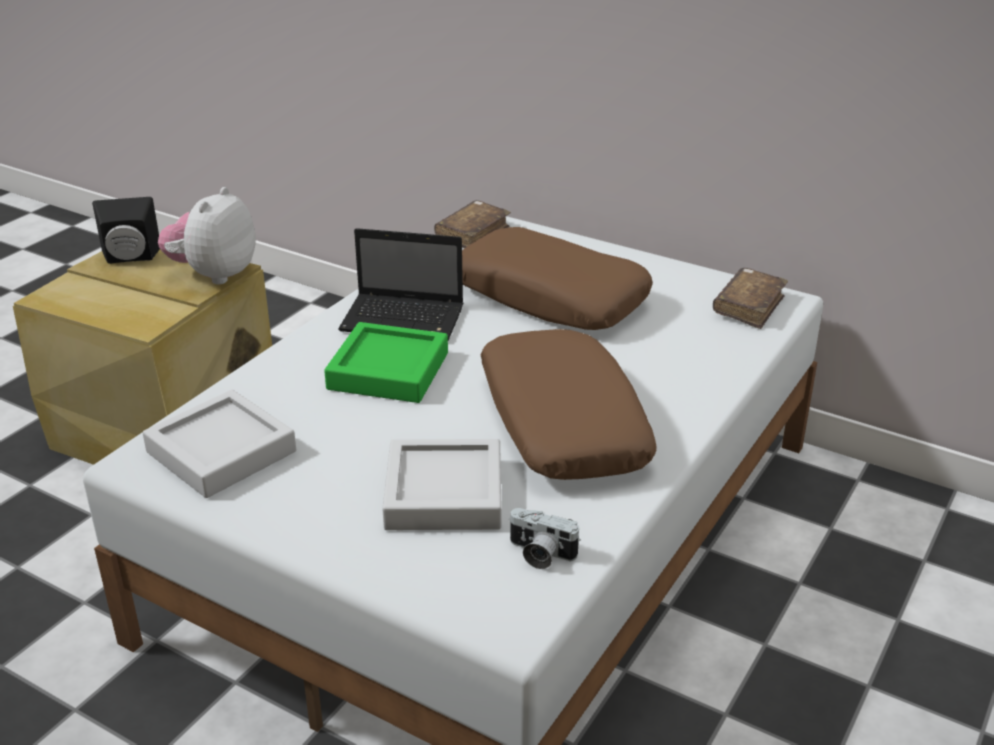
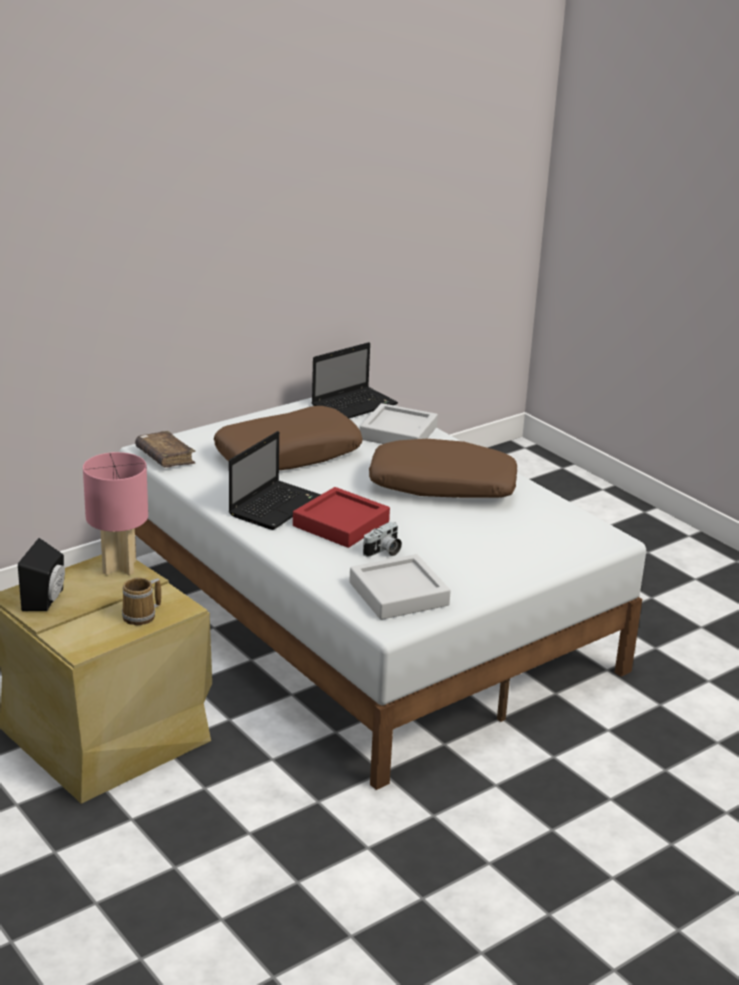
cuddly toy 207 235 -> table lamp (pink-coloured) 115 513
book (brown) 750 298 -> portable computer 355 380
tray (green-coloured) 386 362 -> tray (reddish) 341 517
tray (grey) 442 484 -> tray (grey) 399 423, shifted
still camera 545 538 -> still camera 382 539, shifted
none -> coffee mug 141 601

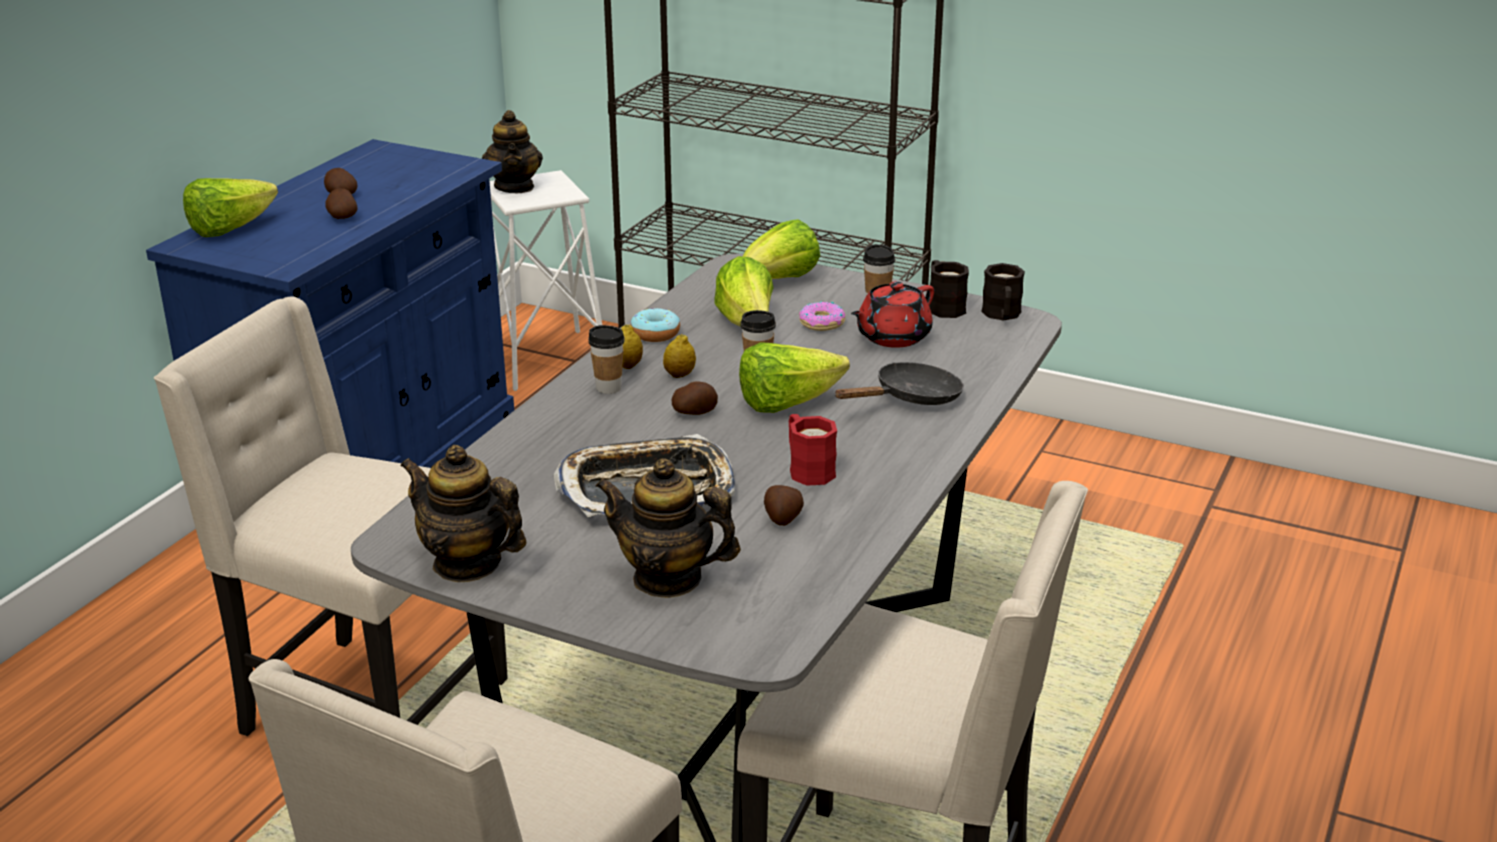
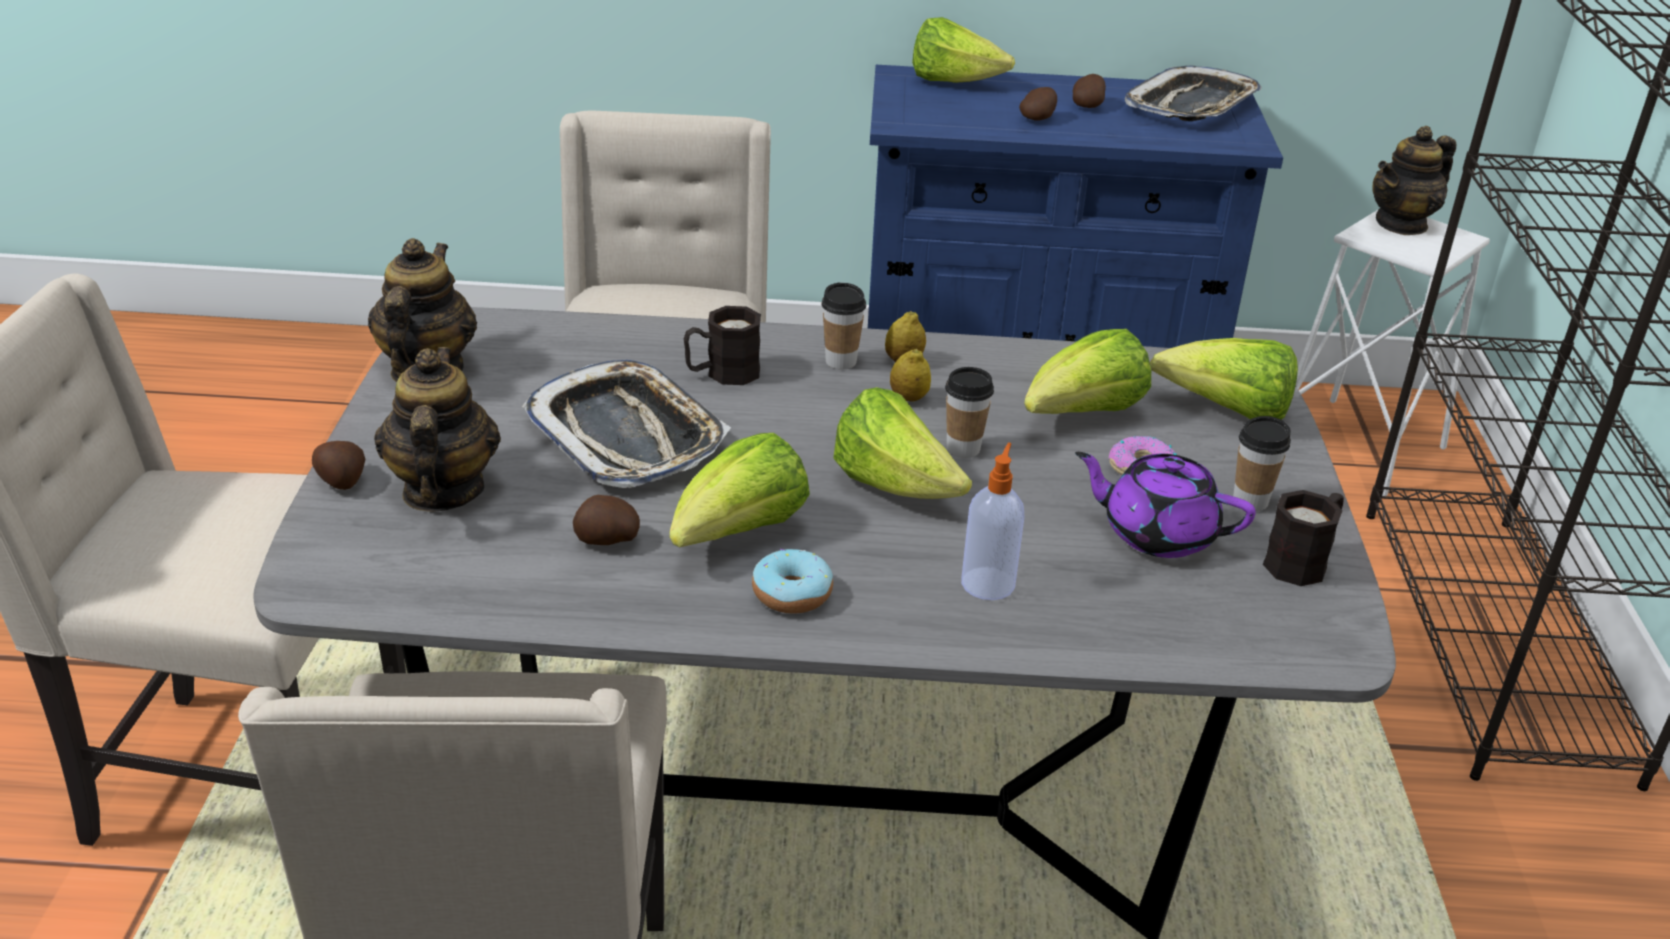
coffee mug (black) 1003 292 -> coffee mug (black) 722 345, shifted
teapot (reddish) 892 314 -> teapot (purplish) 1165 505
donut 655 325 -> donut 792 581, shifted
frying pan (black) 899 383 -> soap bottle 992 521
whole potato 695 398 -> whole potato 339 465, shifted
coffee mug (reddish) 813 450 -> head of lettuce 740 490
none -> tray 1193 93

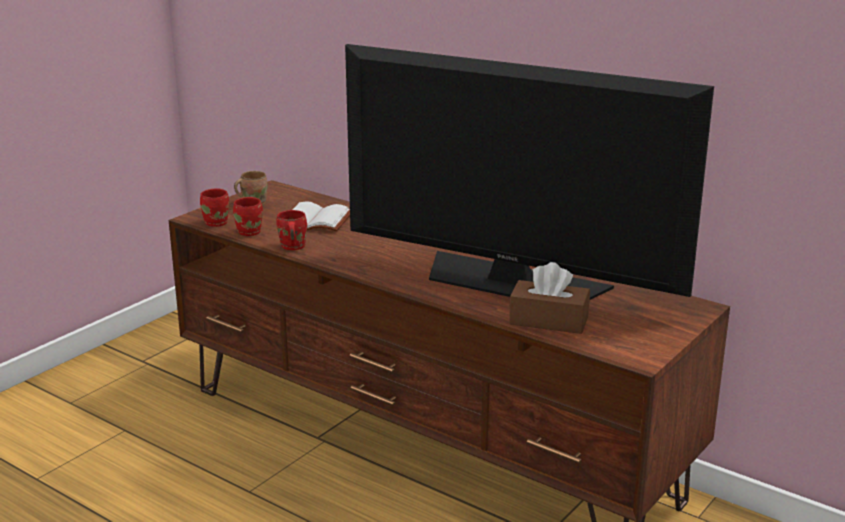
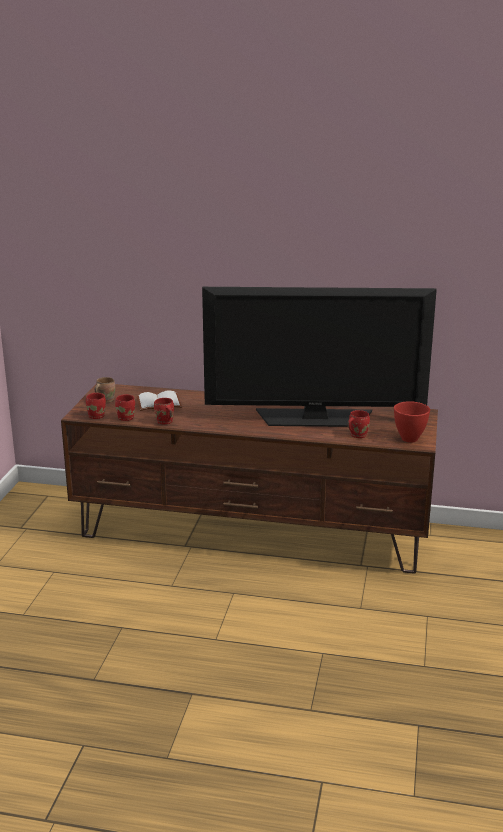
box of tissues (brown) 549 298 -> coffee mug (reddish) 358 424
none -> serving bowl (reddish) 412 422

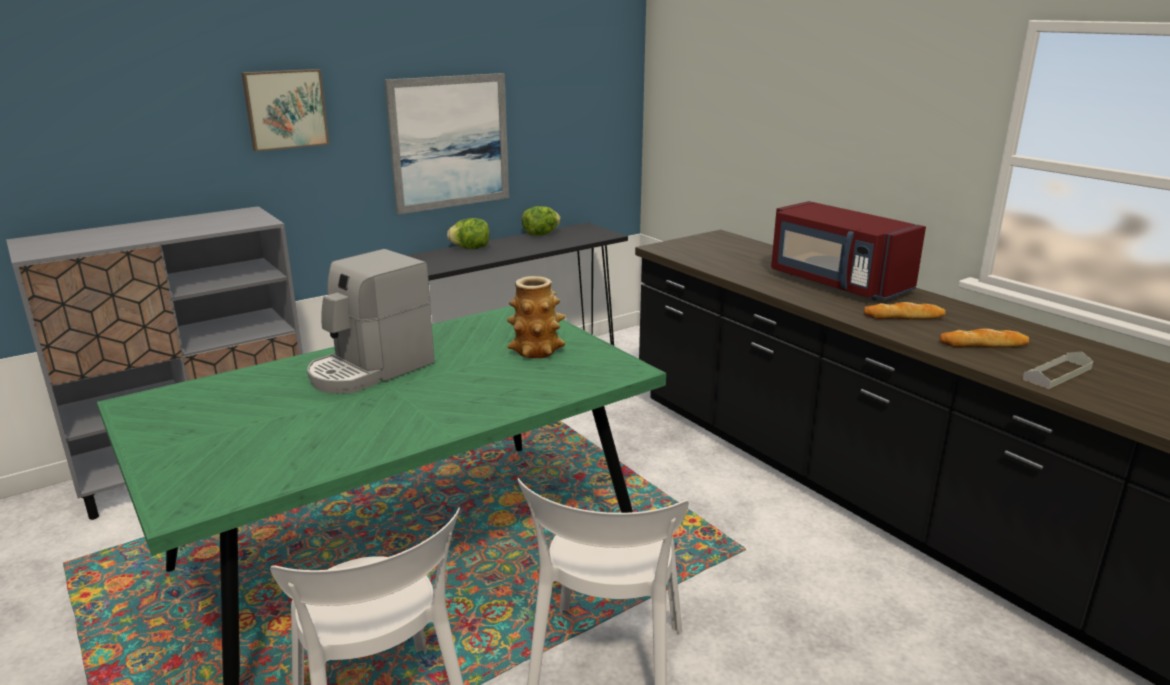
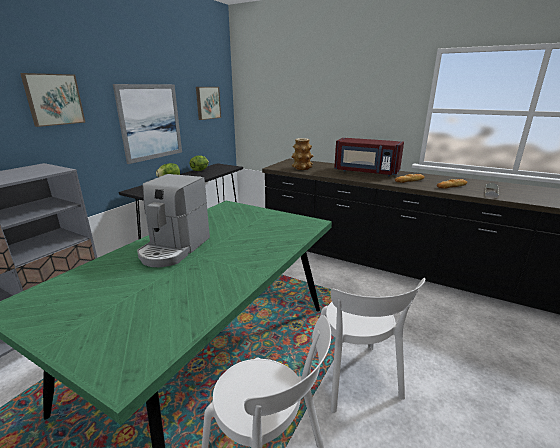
decorative vase 536 317 -> decorative vase 302 154, shifted
none -> picture 208 103

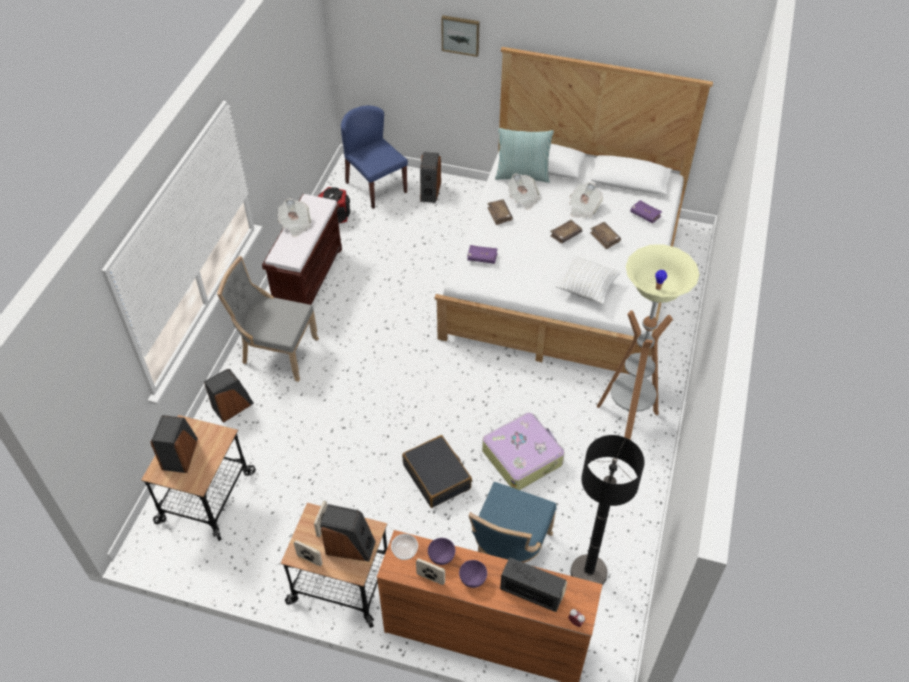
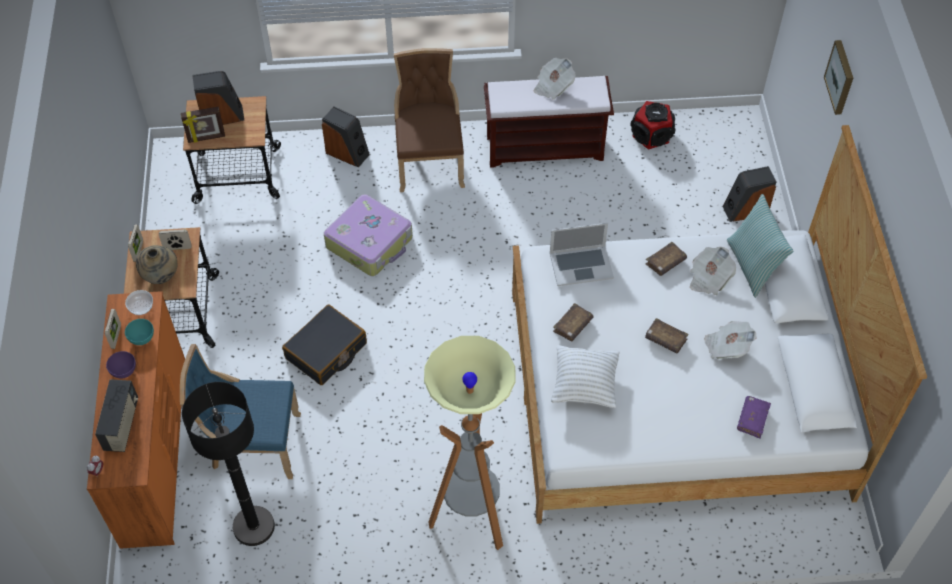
upright chair (bluish) 374 157 -> none
book (brown) 605 235 -> book (brown) 573 322, shifted
book (purplish) 482 254 -> portable computer 582 254
upright chair (grey) 268 319 -> upright chair (brown) 429 120
piece of luggage 523 451 -> piece of luggage 368 235, shifted
loudspeaker 348 533 -> decorative vase (beige-coloured) 156 264
serving bowl (purplish) 441 551 -> serving bowl (turquoise-coloured) 139 332
none -> photo frame 203 125

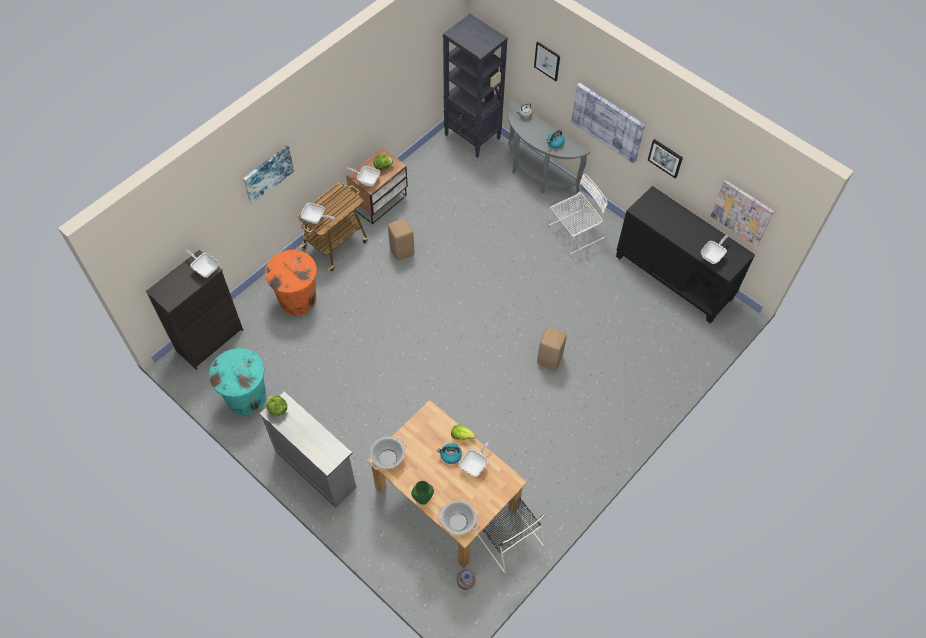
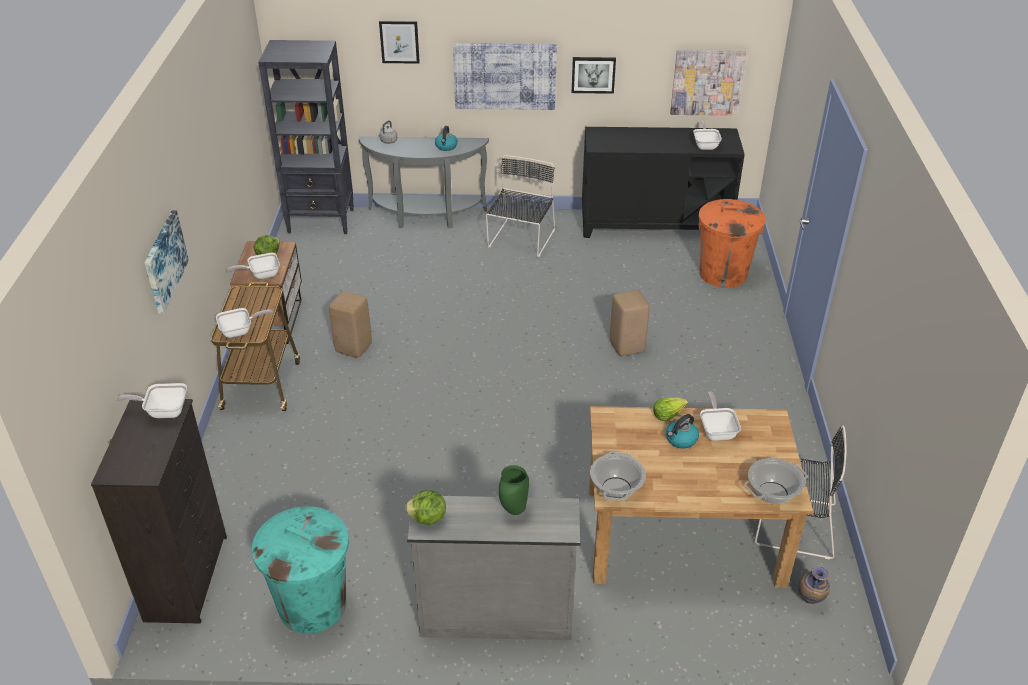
upright chair (white) 578 214 -> upright chair (black) 520 206
trash can (orangey) 291 282 -> trash can (orangey) 731 243, shifted
decorative vase (green-coloured) 422 493 -> decorative vase (green-coloured) 514 490, shifted

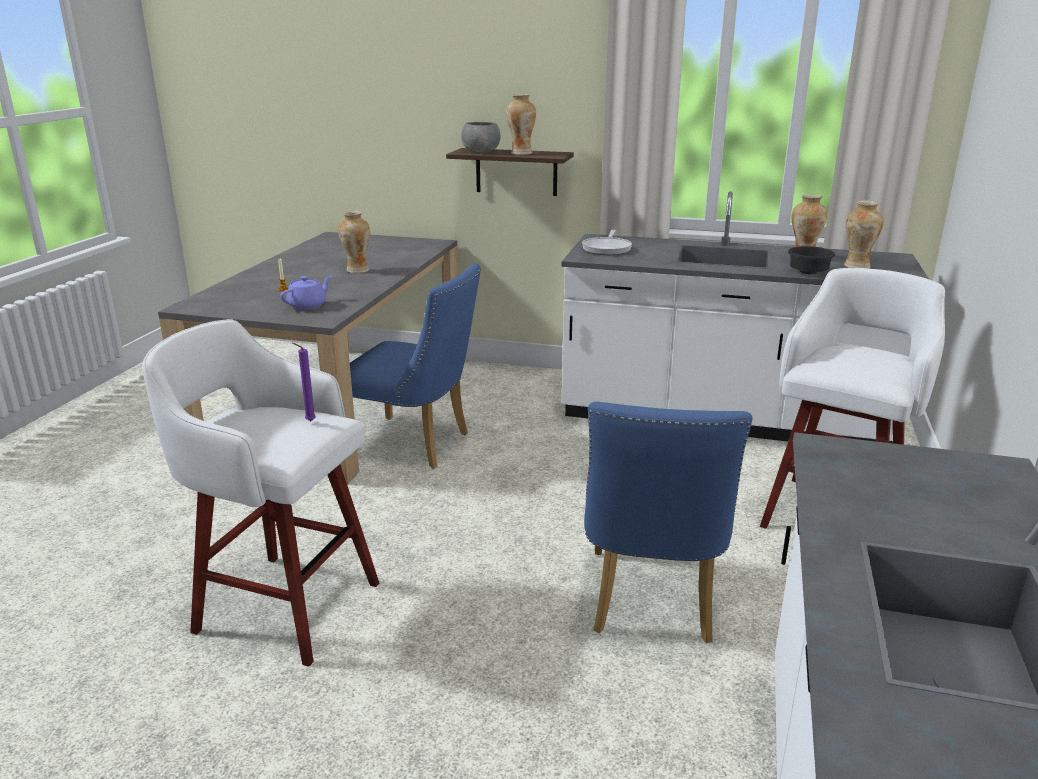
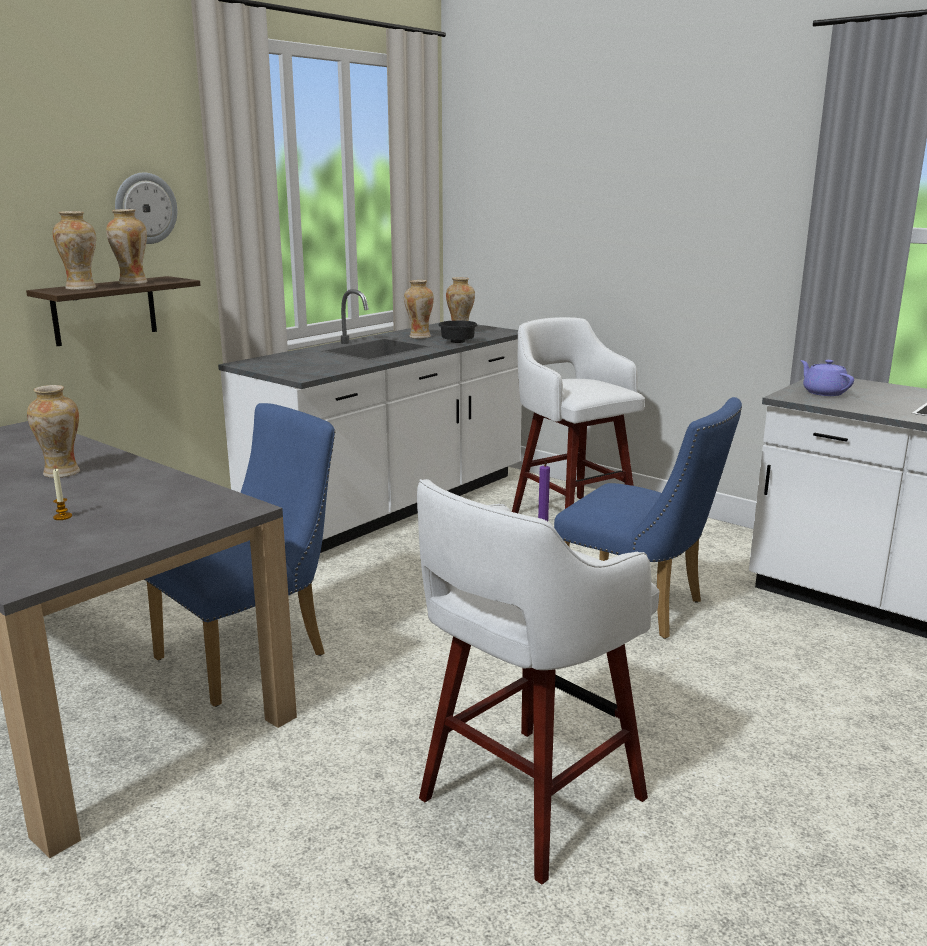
serving bowl (grey) 481 137 -> decorative vase 74 250
frying pan 607 242 -> none
teapot (purplish) 306 293 -> teapot (purplish) 827 378, shifted
none -> clock on the wall 146 208

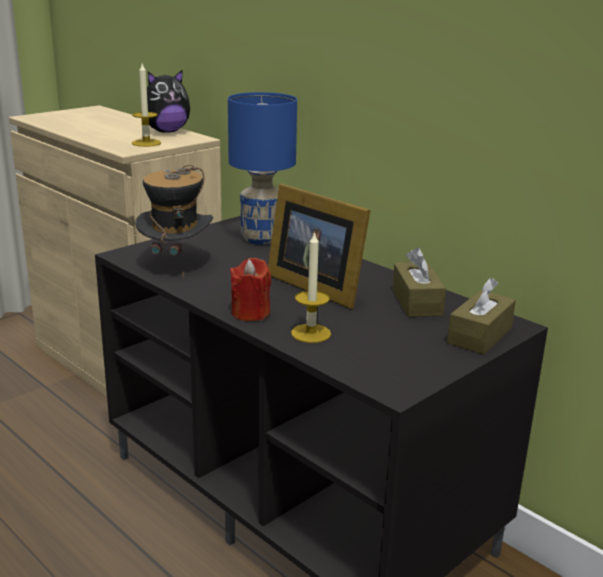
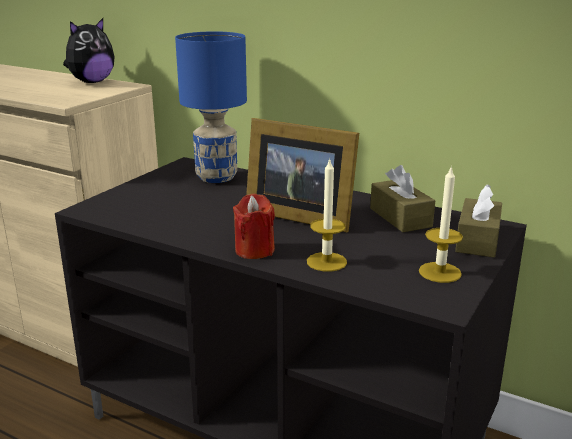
wax light 146 105 -> wax light 441 224, shifted
hat 174 221 -> none

